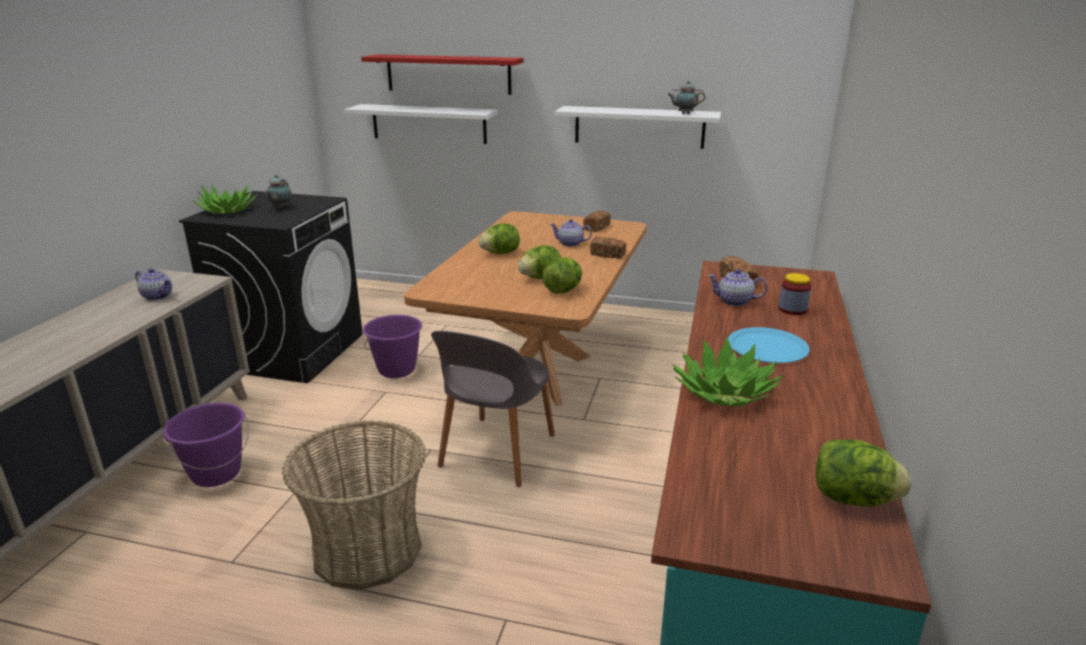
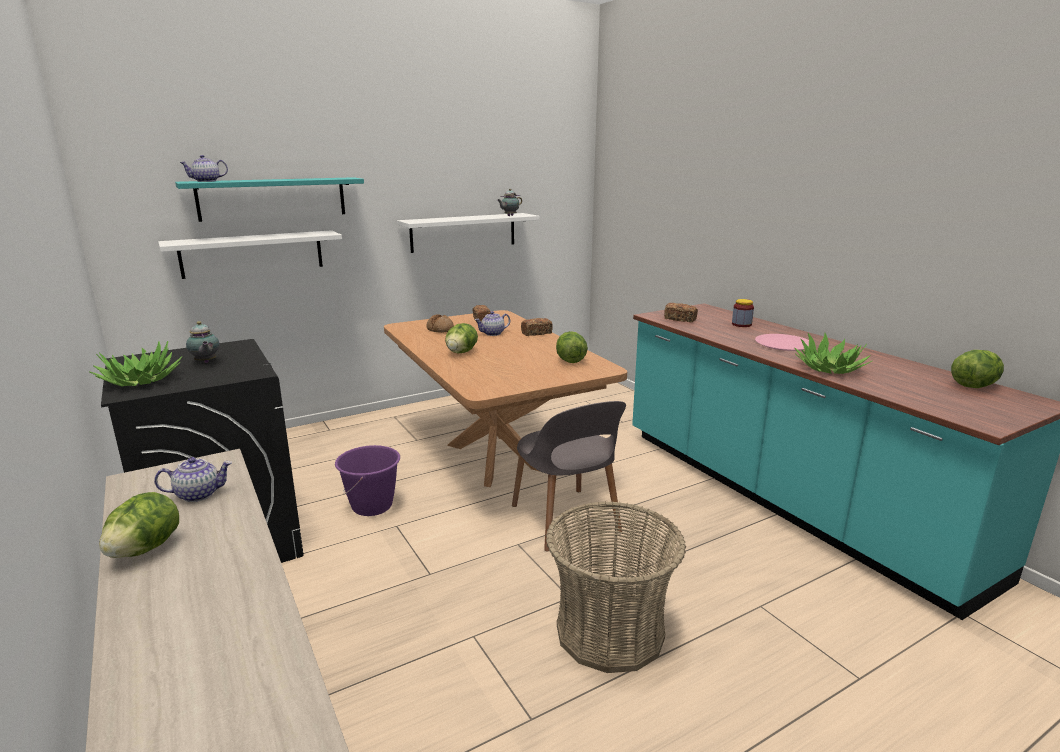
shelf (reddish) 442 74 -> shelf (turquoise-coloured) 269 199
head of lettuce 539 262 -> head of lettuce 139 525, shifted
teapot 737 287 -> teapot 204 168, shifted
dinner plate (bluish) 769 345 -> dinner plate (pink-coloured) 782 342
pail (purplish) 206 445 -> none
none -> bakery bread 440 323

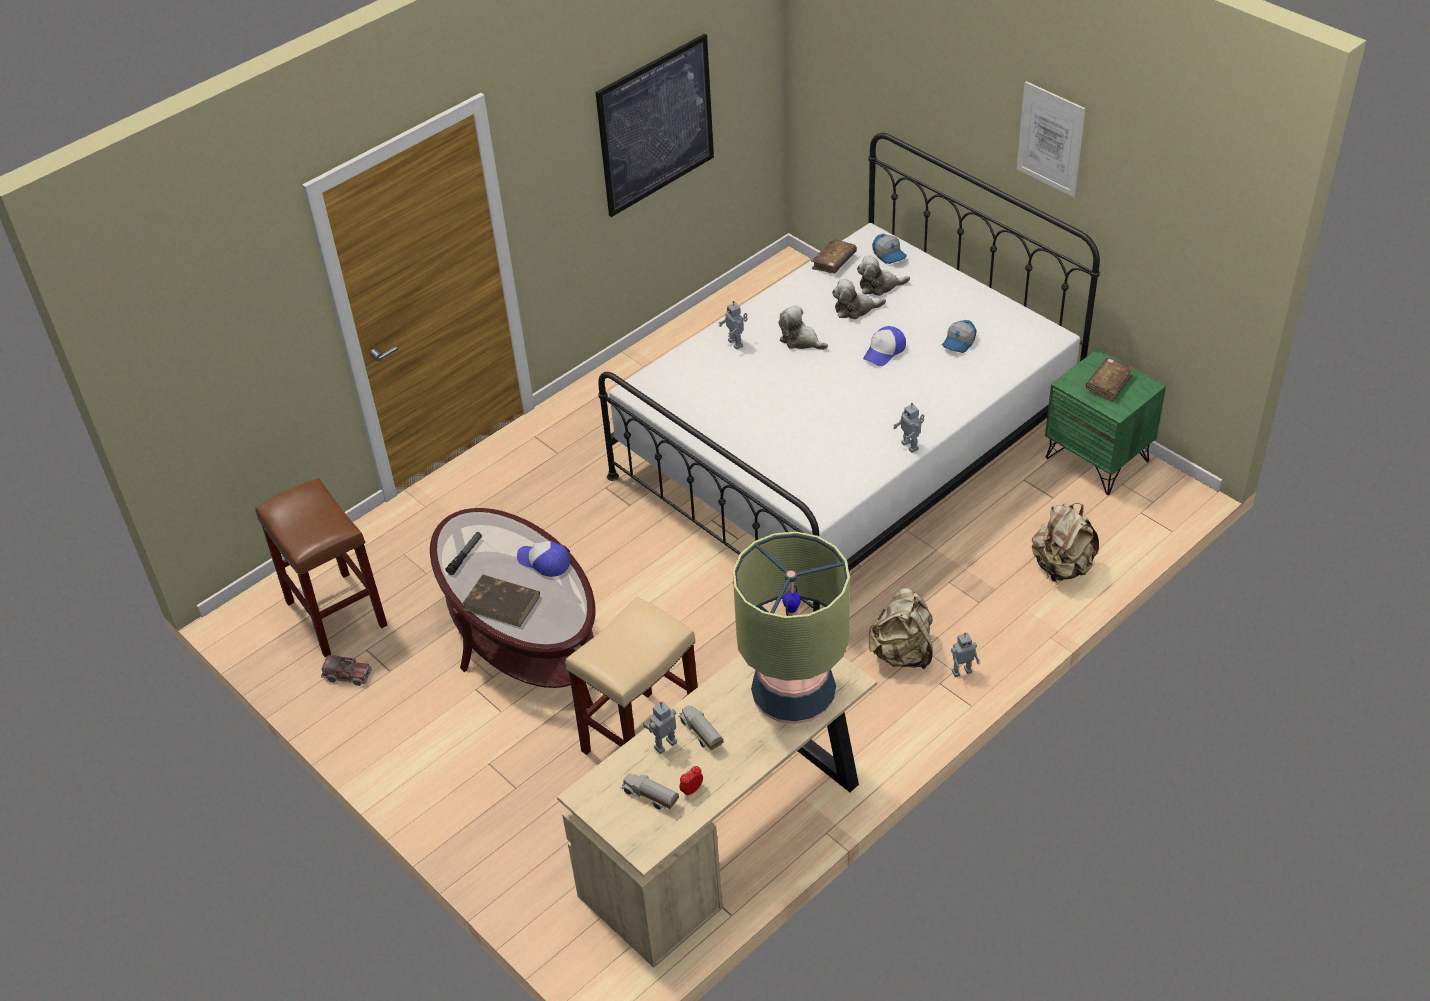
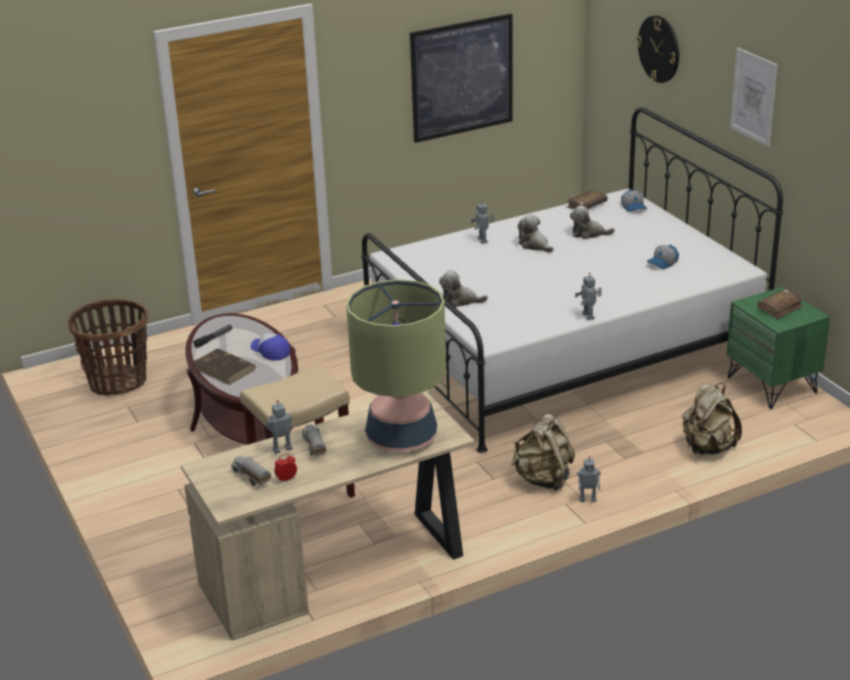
cuddly toy 883 275 -> cuddly toy 463 288, shifted
baseball cap 884 346 -> none
stool (brown) 321 567 -> storage basket 108 347
toy lorry 346 670 -> none
none -> clock on the wall 657 49

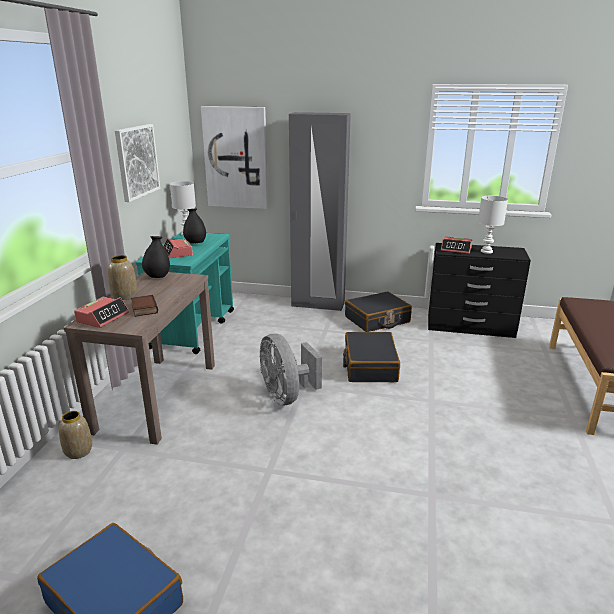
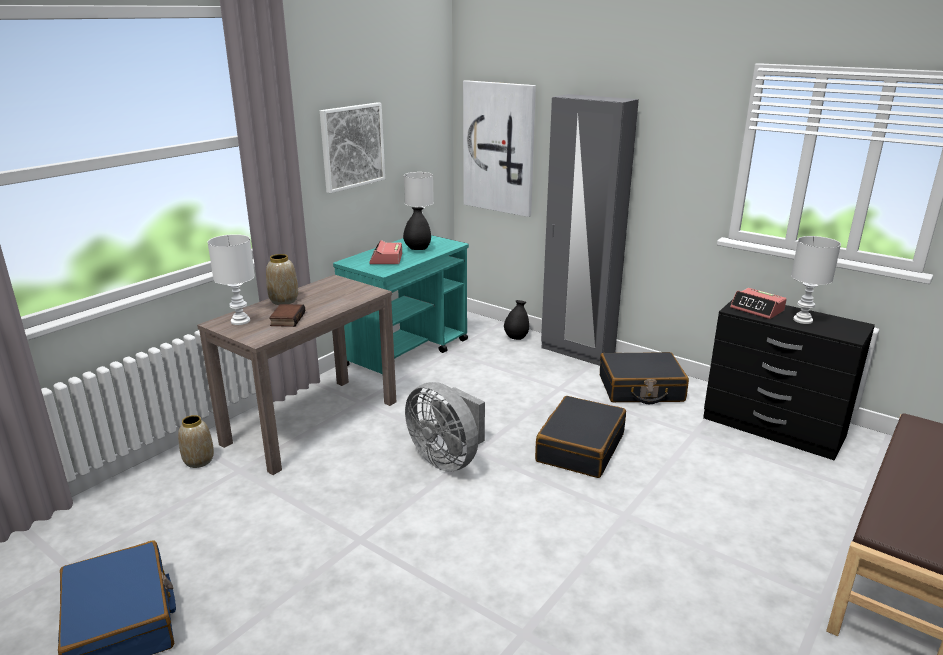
decorative vase (black) 156 257 -> decorative vase (black) 516 320, shifted
alarm clock 101 312 -> table lamp (white) 231 279
fan (grey) 290 370 -> fan (grey) 445 427, 45 degrees counterclockwise

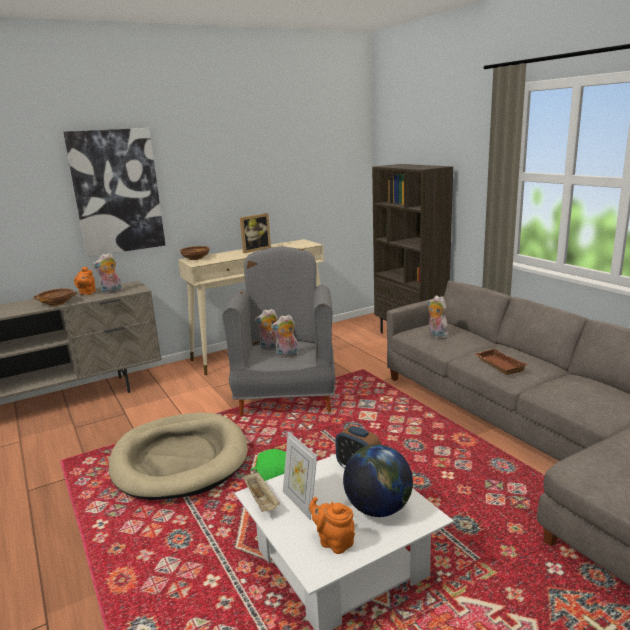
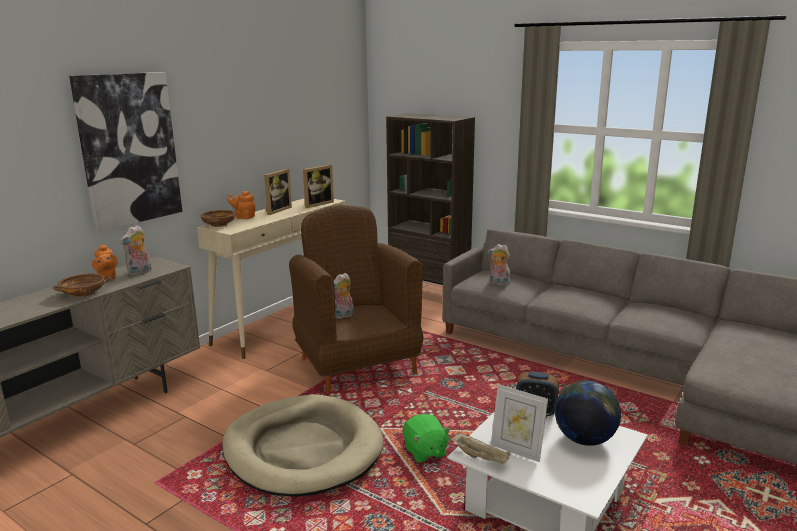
lounge chair (grey) 278 331 -> lounge chair (brown) 356 299
cuddly toy 284 336 -> none
tray (brown) 501 362 -> none
teapot (orangey) 332 525 -> teapot (orangey) 241 205, shifted
none -> photo frame 318 186

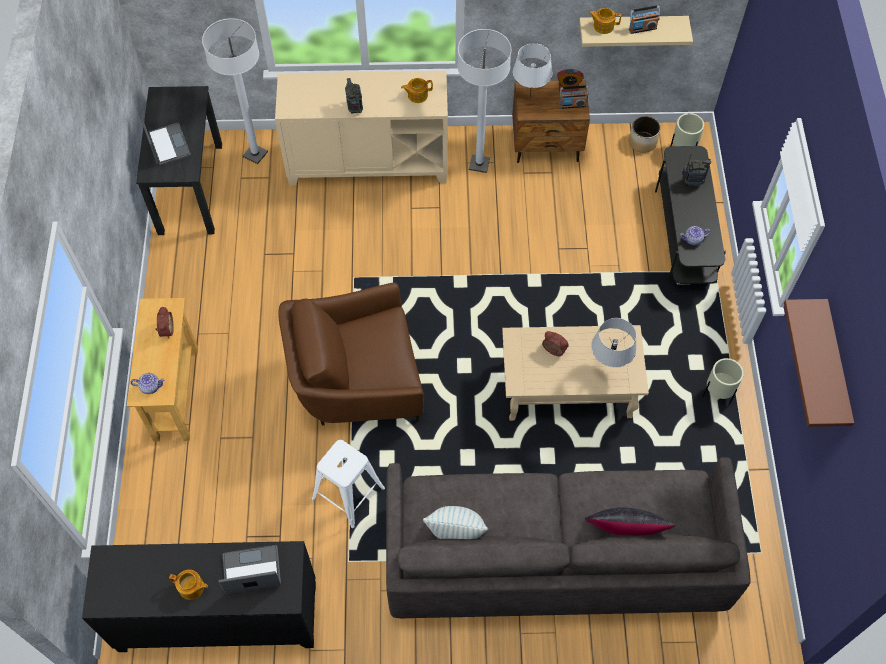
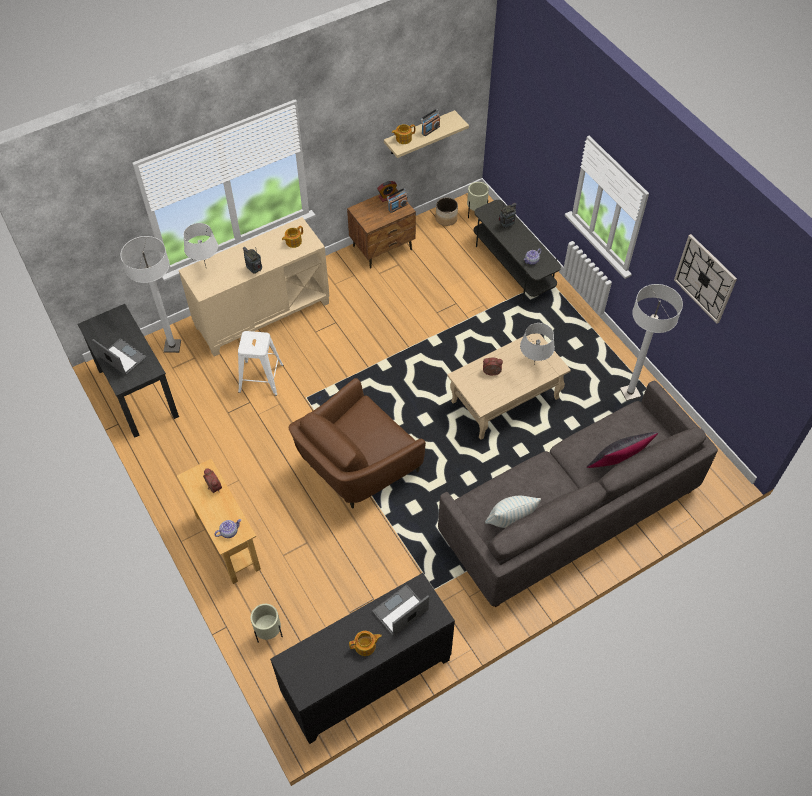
standing lamp (white) 484 101 -> standing lamp (white) 651 342, shifted
table lamp (white) 533 70 -> table lamp (white) 200 244, shifted
shelf (brown) 819 363 -> clock on the wall 705 279
flower pot (beige-coloured) 723 381 -> flower pot (beige-coloured) 267 623, shifted
stool (white) 348 484 -> stool (white) 261 363, shifted

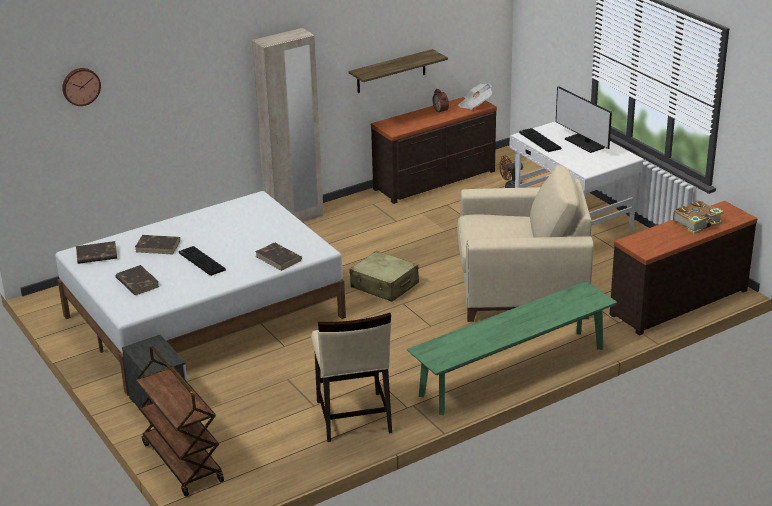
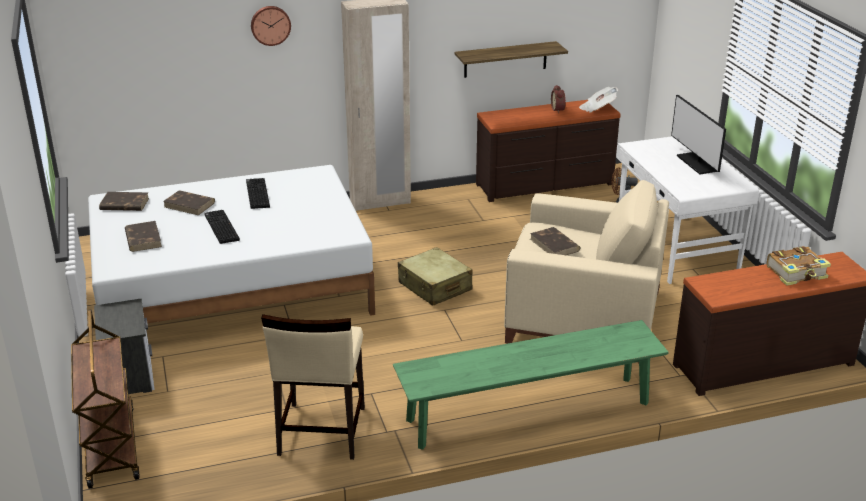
clock on the wall 81 87 -> clock on the wall 271 26, shifted
keyboard 540 140 -> keyboard 258 193, shifted
book (brown) 278 257 -> book (brown) 555 241, shifted

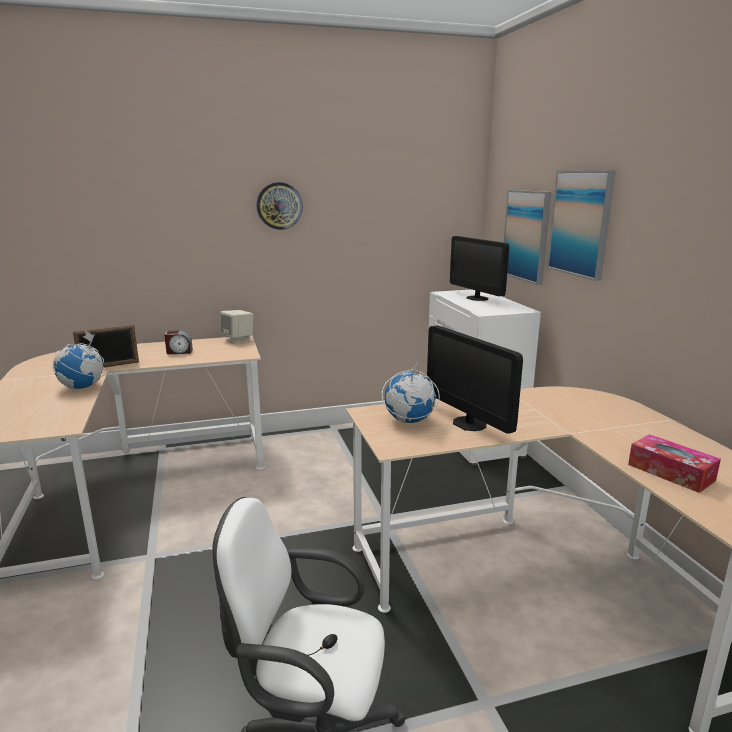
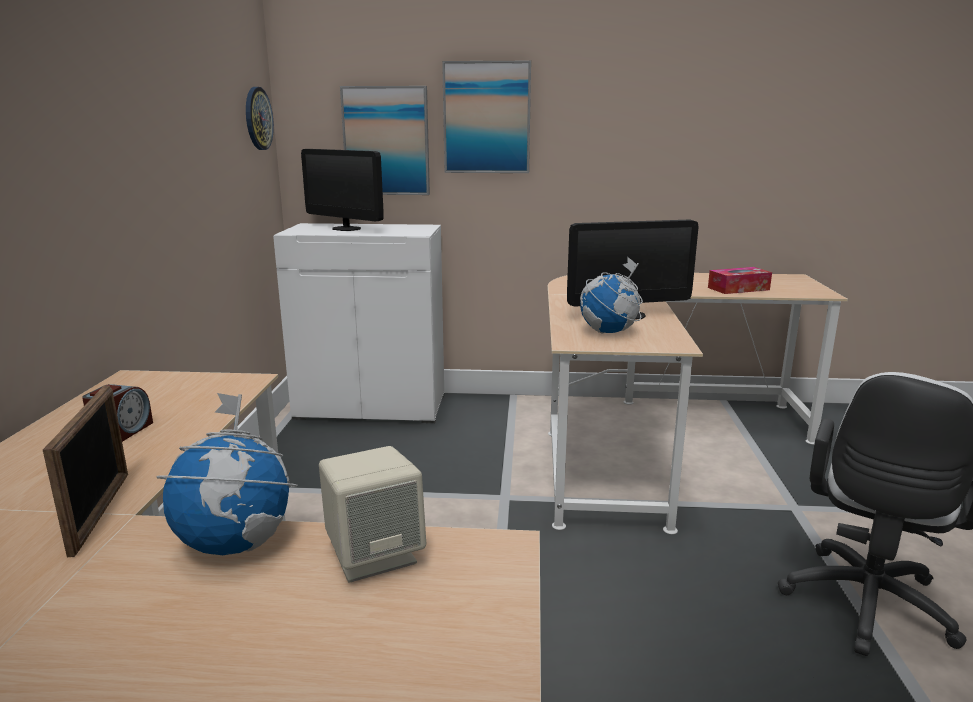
clock on the wall 279 206 -> clock on the wall 260 118, shifted
computer screen 479 268 -> computer screen 342 190, 45 degrees clockwise
loudspeaker (beige-coloured) 236 327 -> loudspeaker (beige-coloured) 372 514, shifted

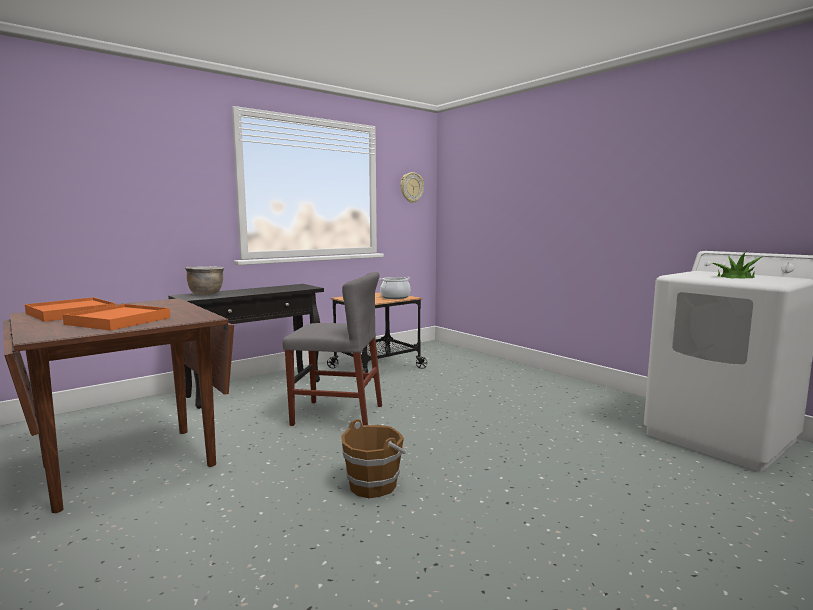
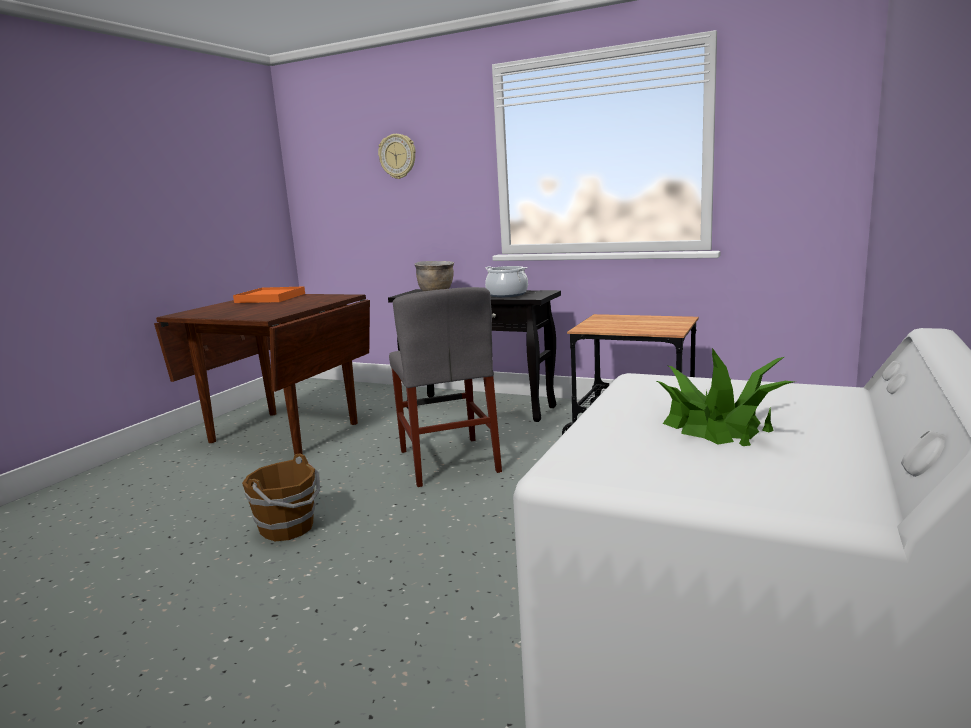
clock on the wall 412 187 -> clock on the wall 397 156, shifted
stockpot 395 288 -> stockpot 506 281, shifted
tray (orangey) 116 317 -> none

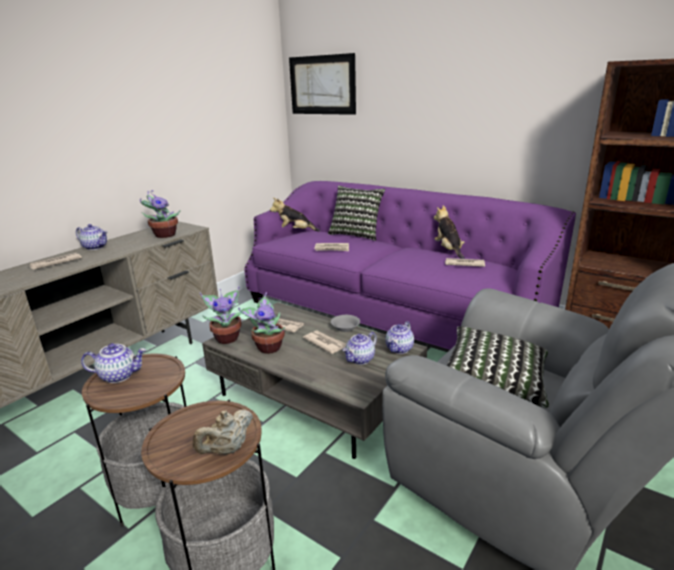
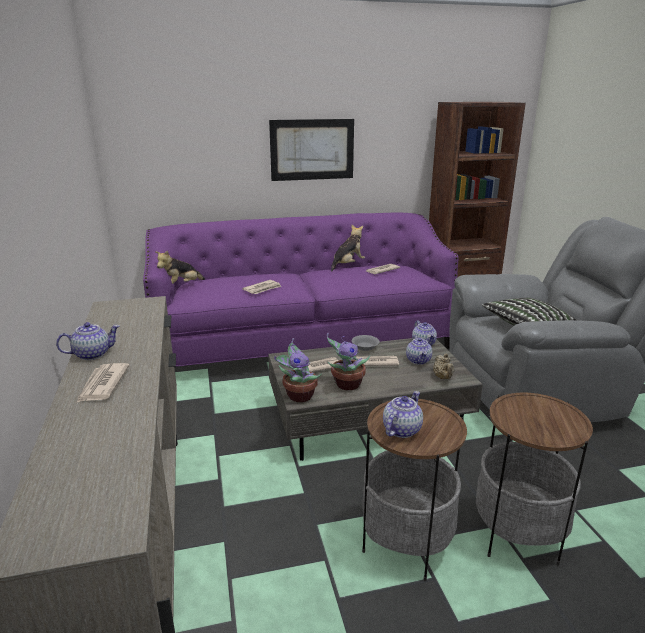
picture 322 84 -> picture 311 150, shifted
cushion 356 213 -> none
potted plant 160 214 -> none
cuddly toy 449 232 -> cuddly toy 348 248, 105 degrees clockwise
teapot (beige-coloured) 223 431 -> teapot (beige-coloured) 444 366, shifted

